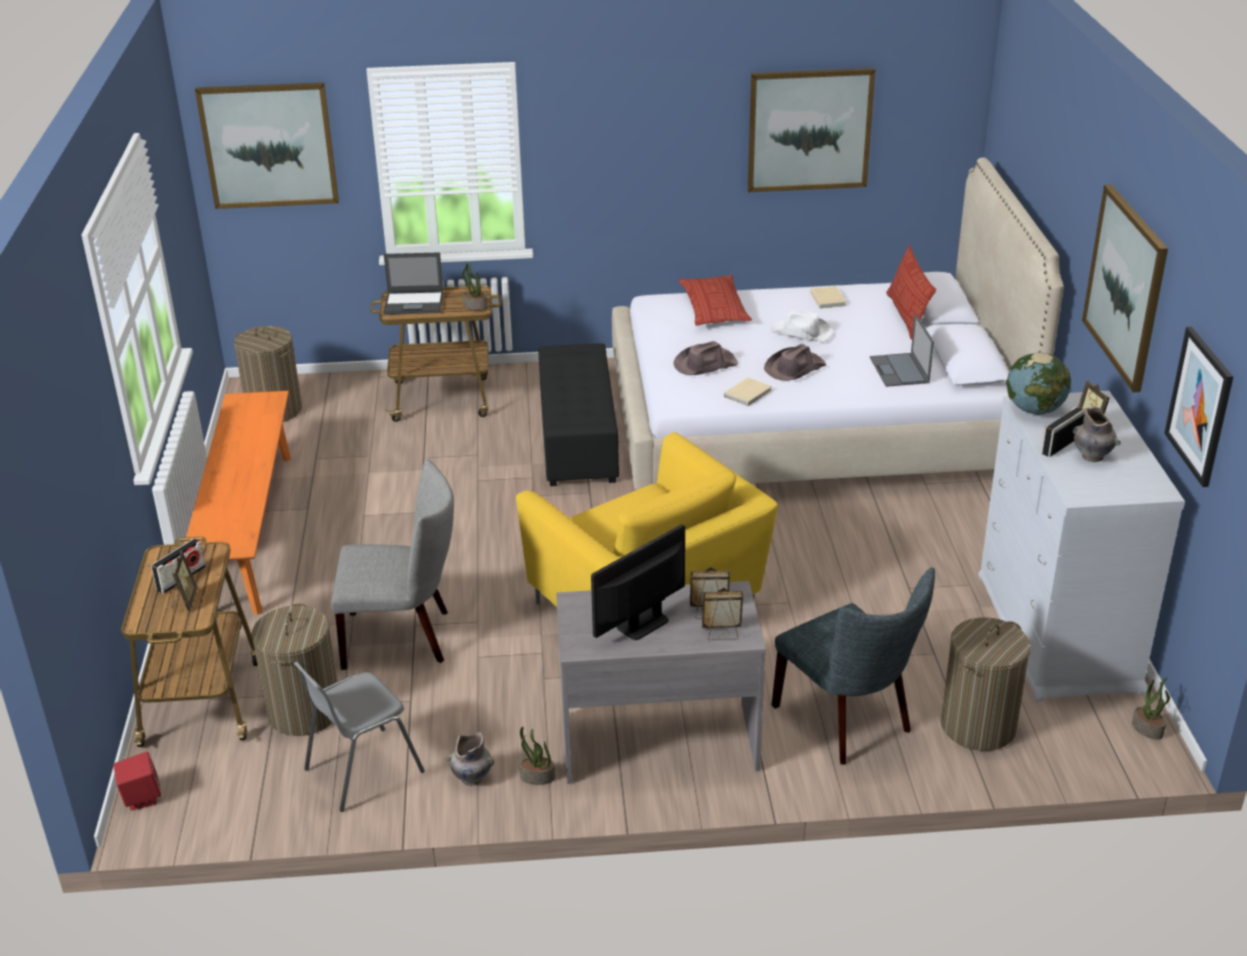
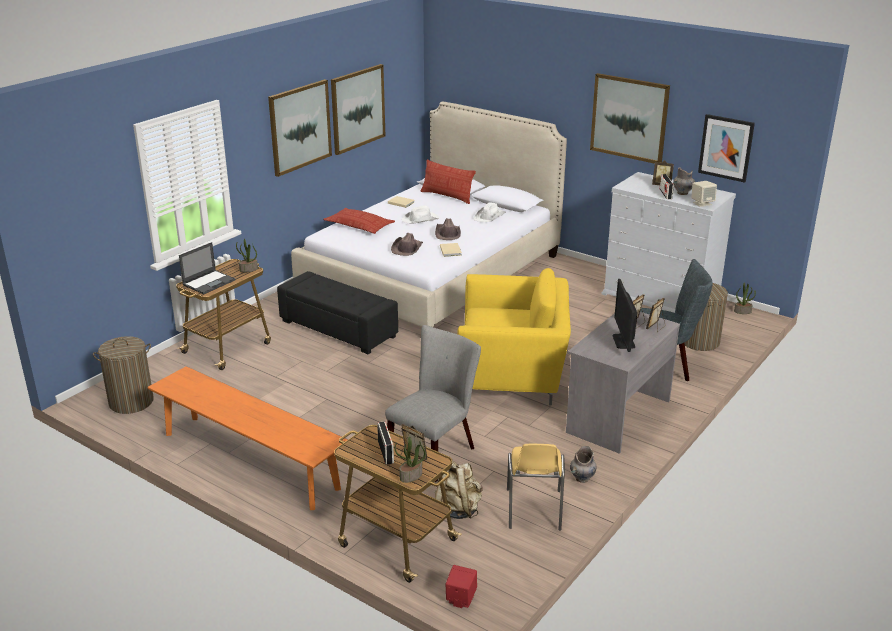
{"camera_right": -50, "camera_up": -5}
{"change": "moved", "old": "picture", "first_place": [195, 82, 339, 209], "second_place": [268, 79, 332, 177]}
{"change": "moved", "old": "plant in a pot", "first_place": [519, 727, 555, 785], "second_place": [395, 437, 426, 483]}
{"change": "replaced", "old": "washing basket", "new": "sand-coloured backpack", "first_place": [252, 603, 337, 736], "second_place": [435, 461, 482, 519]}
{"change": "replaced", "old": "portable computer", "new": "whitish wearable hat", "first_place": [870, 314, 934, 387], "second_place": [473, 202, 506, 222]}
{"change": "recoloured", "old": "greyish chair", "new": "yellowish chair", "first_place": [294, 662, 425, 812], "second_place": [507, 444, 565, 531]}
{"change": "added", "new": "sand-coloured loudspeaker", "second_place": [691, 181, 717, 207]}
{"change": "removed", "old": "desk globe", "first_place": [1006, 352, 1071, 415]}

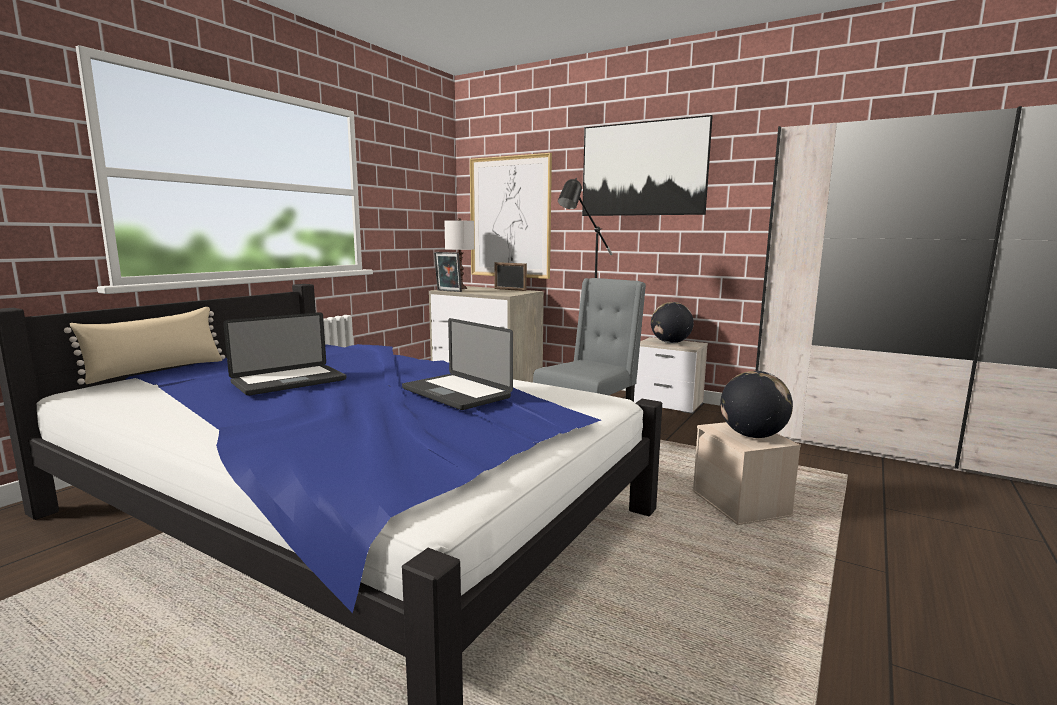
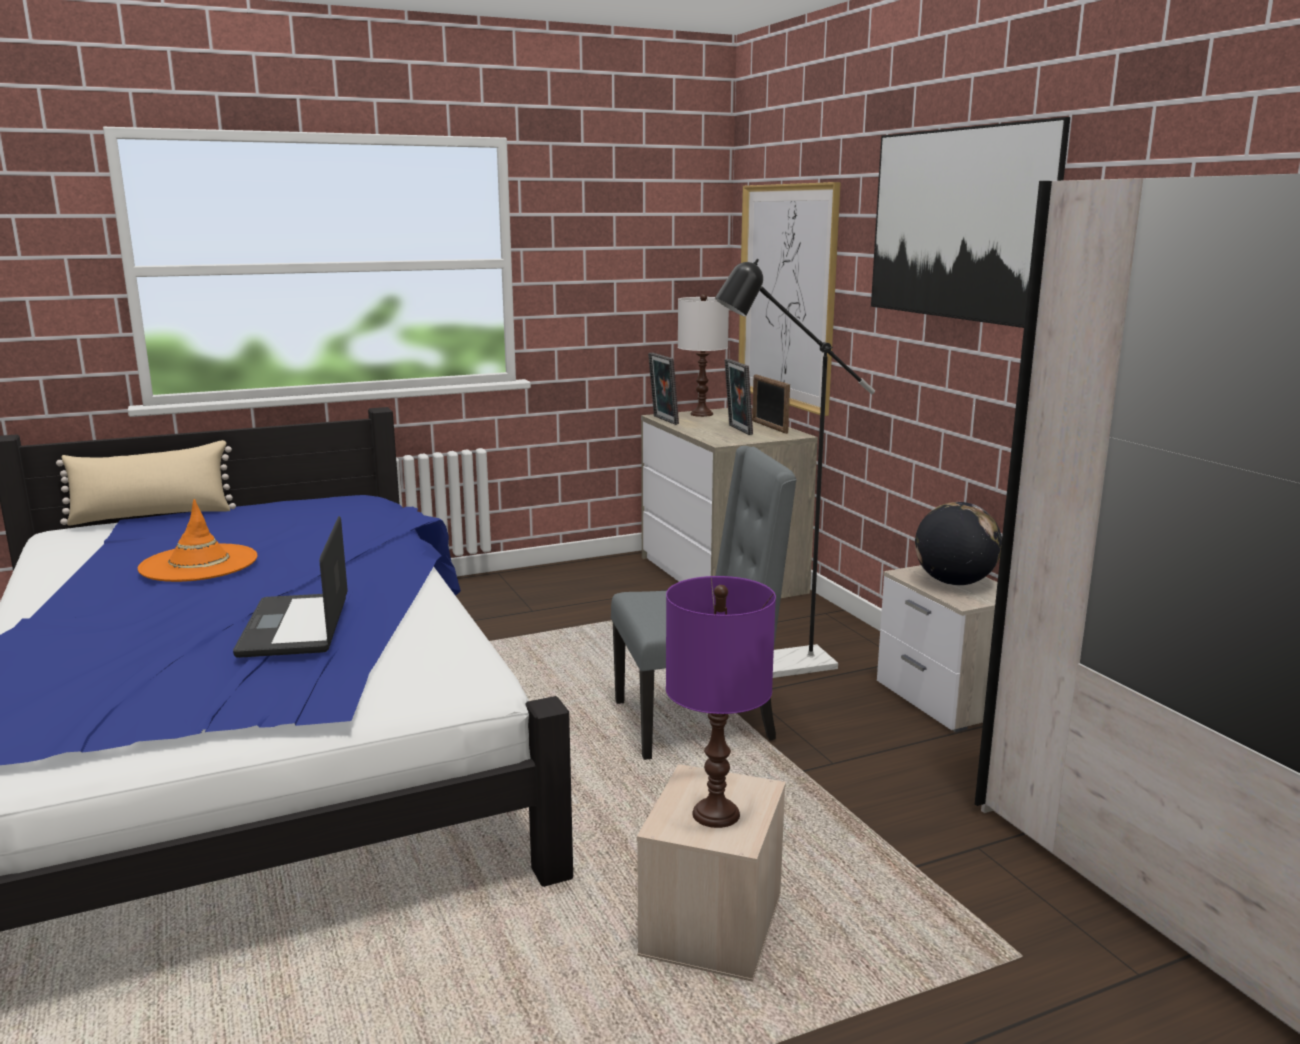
{"camera_right": 35, "camera_up": 5}
{"change": "replaced", "old": "portable computer", "new": "orange wearable hat", "first_place": [223, 312, 346, 396], "second_place": [138, 499, 257, 582]}
{"change": "replaced", "old": "desk globe", "new": "purple table lamp", "first_place": [720, 371, 793, 438], "second_place": [666, 576, 776, 828]}
{"change": "added", "new": "picture frame", "second_place": [725, 359, 753, 435]}

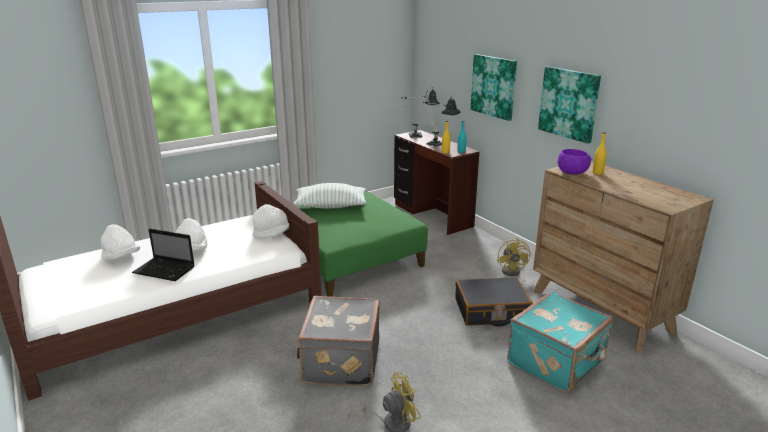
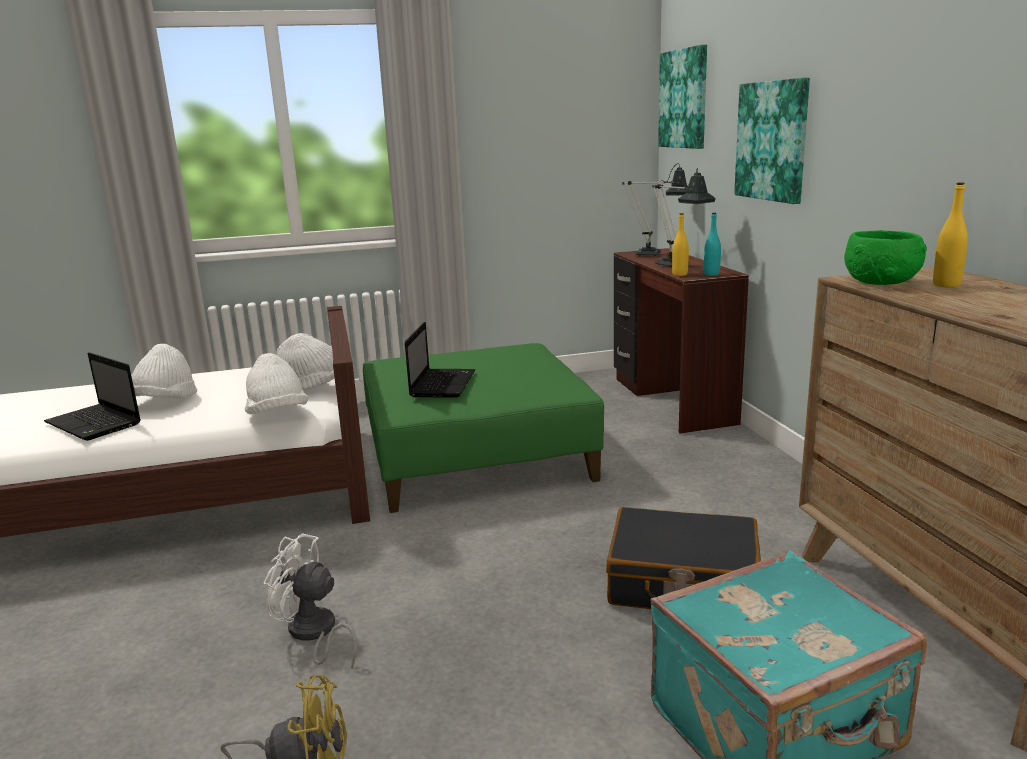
{"camera_right": 20, "camera_up": -5}
{"change": "moved", "old": "whitish wearable hat", "first_place": [101, 224, 140, 260], "second_place": [245, 353, 309, 414]}
{"change": "replaced", "old": "greyish suitcase", "new": "whitish fan", "first_place": [297, 296, 380, 387], "second_place": [264, 534, 358, 668]}
{"change": "added", "new": "portable computer", "second_place": [405, 322, 475, 398]}
{"change": "moved", "old": "picture", "first_place": [538, 67, 601, 144], "second_place": [658, 45, 707, 149]}
{"change": "recoloured", "old": "purple deep dish", "new": "greenish deep dish", "first_place": [558, 149, 592, 175], "second_place": [844, 230, 927, 285]}
{"change": "removed", "old": "throw pillow", "first_place": [293, 183, 366, 208]}
{"change": "removed", "old": "yellowish fan", "first_place": [497, 238, 530, 276]}

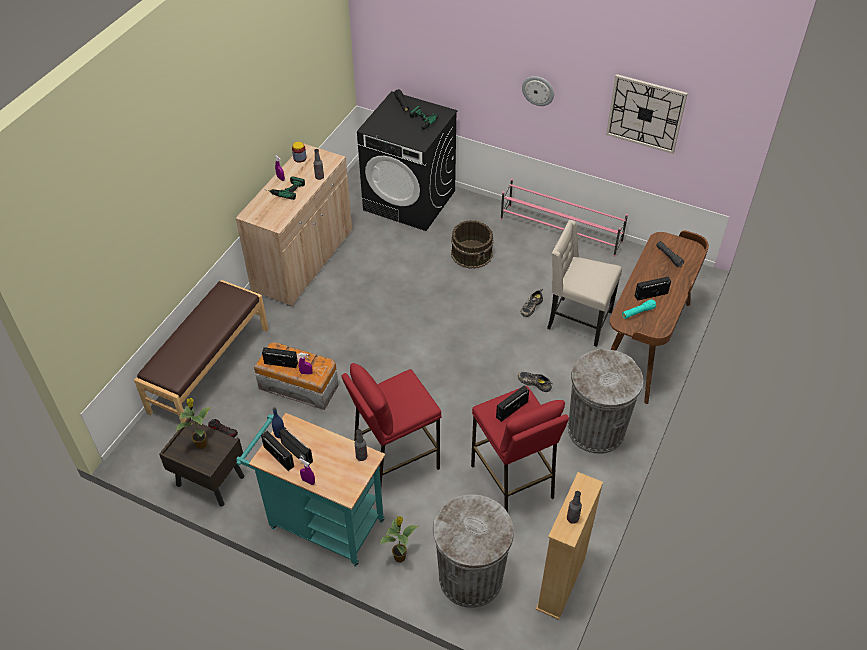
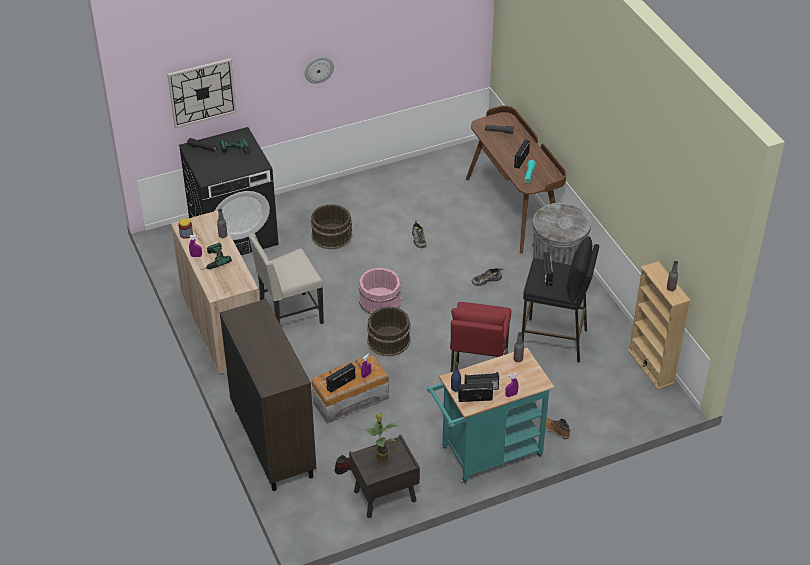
{"camera_right": -50, "camera_up": -5}
{"change": "moved", "old": "hanging clock", "first_place": [606, 74, 688, 154], "second_place": [167, 58, 237, 128]}
{"change": "replaced", "old": "brown-coloured long seat", "new": "brown-coloured cupboard", "first_place": [134, 280, 269, 423], "second_place": [220, 299, 316, 491]}
{"change": "moved", "old": "sand-coloured chair", "first_place": [547, 220, 622, 347], "second_place": [248, 233, 324, 324]}
{"change": "added", "new": "pink-coloured pail", "second_place": [358, 268, 401, 314]}
{"change": "added", "new": "brown-coloured pail", "second_place": [367, 306, 411, 356]}
{"change": "recoloured", "old": "reddish stool seat", "new": "black-coloured stool seat", "first_place": [471, 386, 569, 512], "second_place": [522, 236, 599, 363]}
{"change": "replaced", "old": "plant in a pot", "new": "boot", "first_place": [379, 516, 418, 563], "second_place": [545, 418, 570, 439]}
{"change": "removed", "old": "greyish trash can", "first_place": [433, 495, 514, 608]}
{"change": "removed", "old": "pink-coloured shoe shelf", "first_place": [500, 179, 628, 257]}

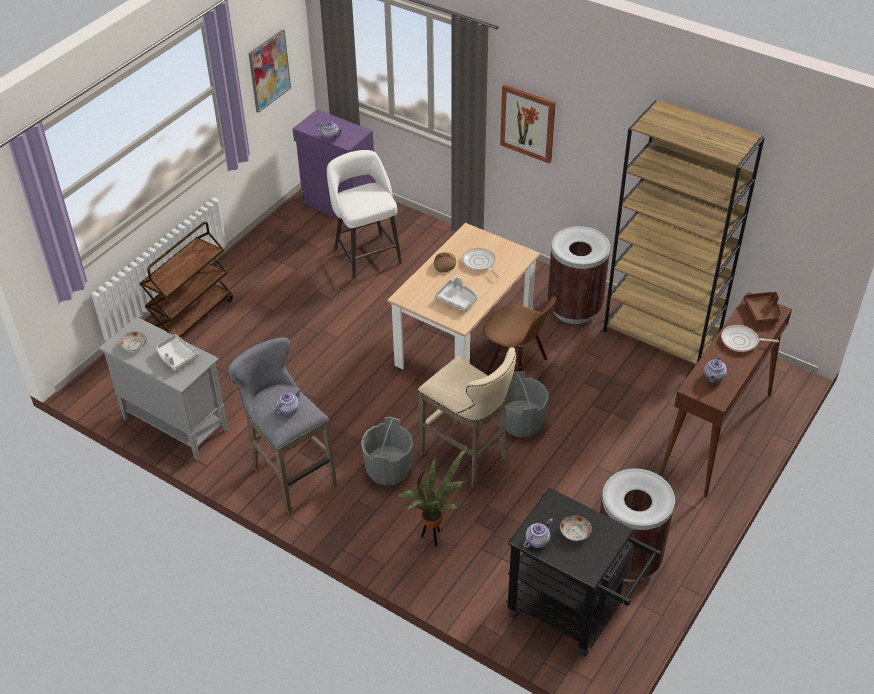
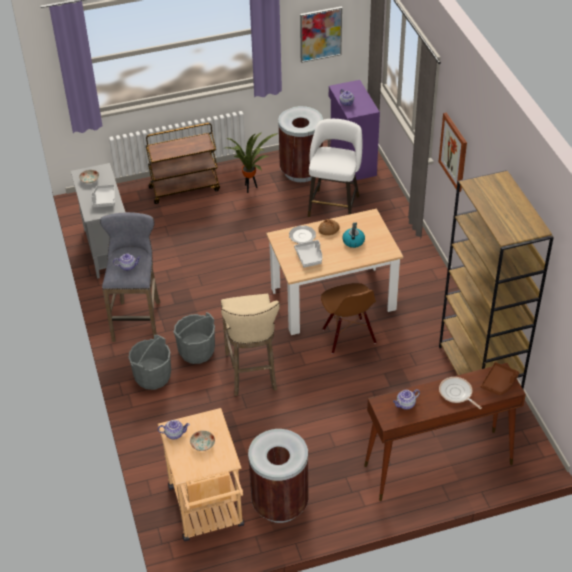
{"camera_right": 40, "camera_up": 0}
{"change": "moved", "old": "greyish pail", "first_place": [506, 371, 549, 437], "second_place": [128, 335, 171, 390]}
{"change": "recoloured", "old": "black-coloured trolley", "new": "sand-coloured trolley", "first_place": [506, 488, 662, 657], "second_place": [158, 408, 244, 541]}
{"change": "moved", "old": "plant in a pot", "first_place": [398, 447, 467, 547], "second_place": [225, 132, 278, 193]}
{"change": "moved", "old": "brown-coloured trash can", "first_place": [547, 226, 610, 324], "second_place": [278, 106, 323, 182]}
{"change": "added", "new": "plate", "second_place": [289, 226, 316, 244]}
{"change": "replaced", "old": "pan", "new": "kettle", "first_place": [462, 248, 499, 278], "second_place": [342, 222, 365, 248]}

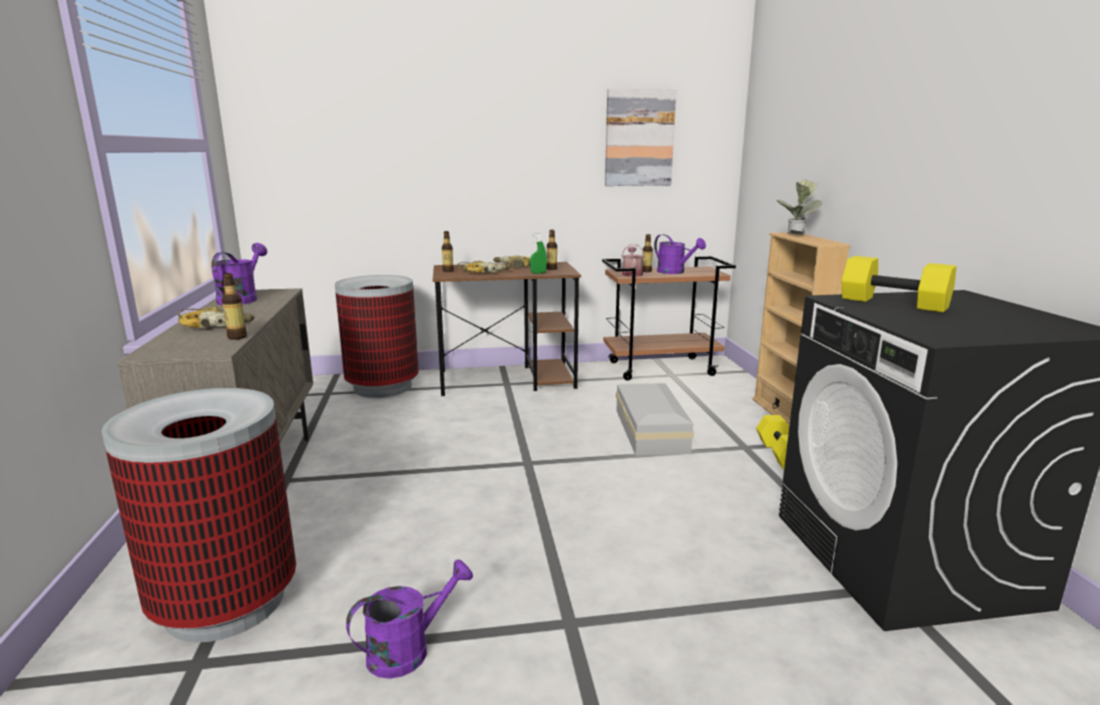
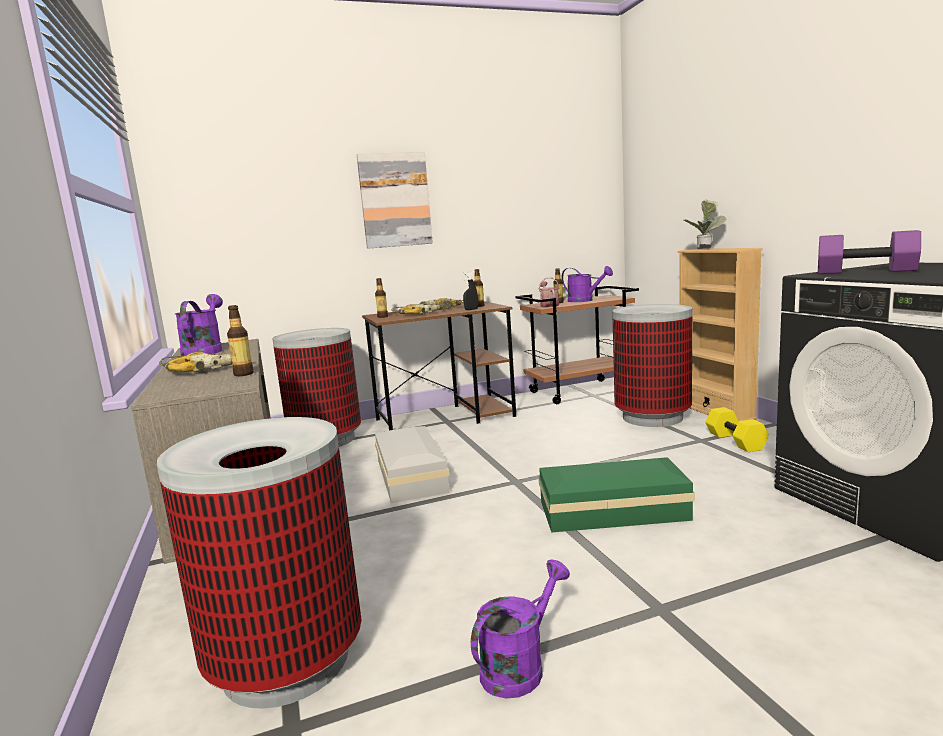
{"camera_right": -10, "camera_up": -5}
{"change": "moved", "old": "picture", "first_place": [605, 89, 676, 186], "second_place": [357, 152, 433, 249]}
{"change": "moved", "old": "whitish storage bin", "first_place": [616, 383, 694, 456], "second_place": [375, 426, 449, 503]}
{"change": "recoloured", "old": "greenish spray bottle", "new": "black-coloured spray bottle", "first_place": [530, 233, 547, 274], "second_place": [463, 272, 478, 310]}
{"change": "added", "new": "greenish storage bin", "second_place": [538, 457, 695, 533]}
{"change": "added", "new": "trash can", "second_place": [612, 304, 692, 427]}
{"change": "recoloured", "old": "yellowish dumbbell", "new": "purple dumbbell", "first_place": [842, 256, 957, 312], "second_place": [818, 230, 921, 274]}

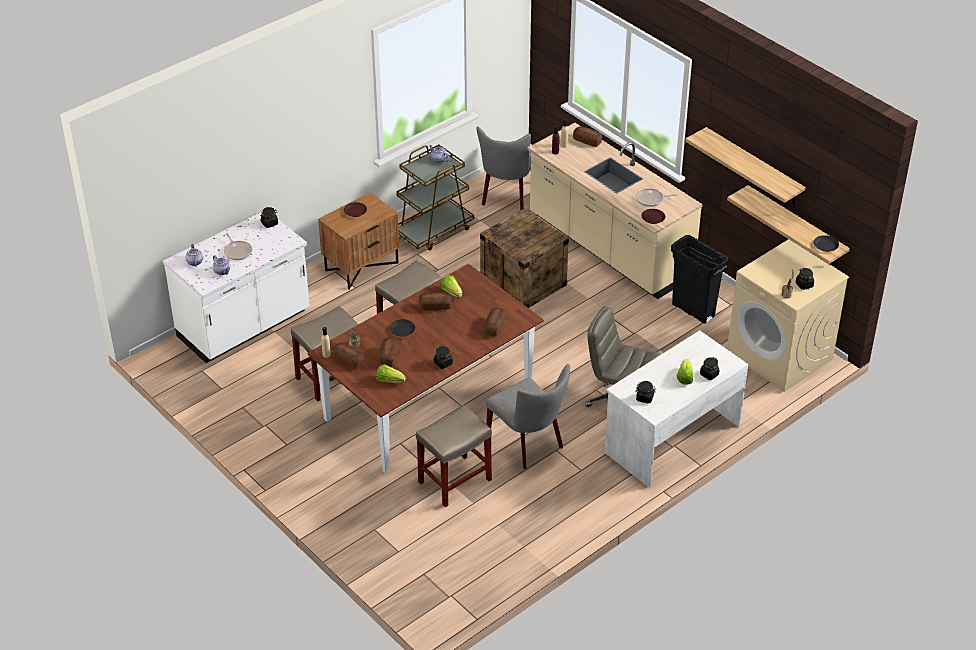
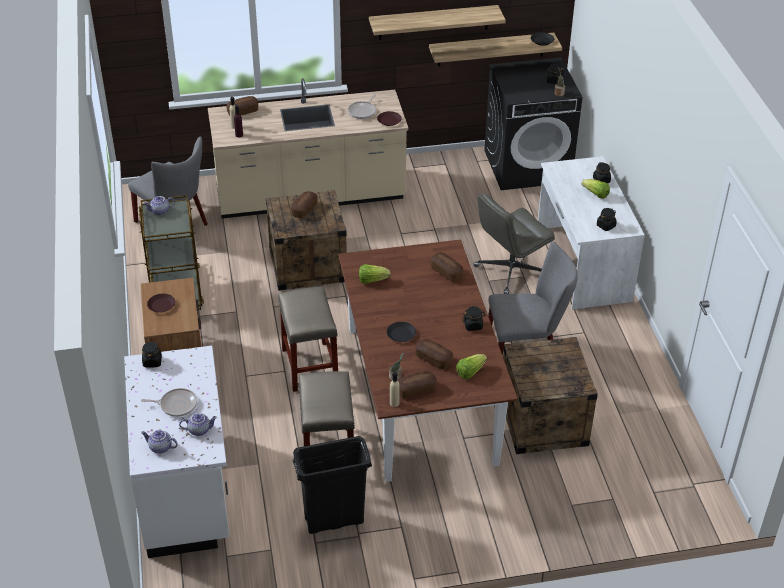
{"camera_right": -60, "camera_up": 0}
{"change": "moved", "old": "baked bread", "first_place": [419, 292, 452, 310], "second_place": [291, 191, 318, 219]}
{"change": "moved", "old": "black-coloured trash can", "first_place": [671, 235, 728, 324], "second_place": [292, 436, 372, 534]}
{"change": "recoloured", "old": "sand-coloured laundry appliance", "new": "black-coloured laundry appliance", "first_place": [727, 239, 849, 392], "second_place": [484, 57, 582, 190]}
{"change": "replaced", "old": "sand-coloured stool seat", "new": "packing crate", "first_place": [416, 405, 492, 507], "second_place": [503, 337, 598, 454]}

